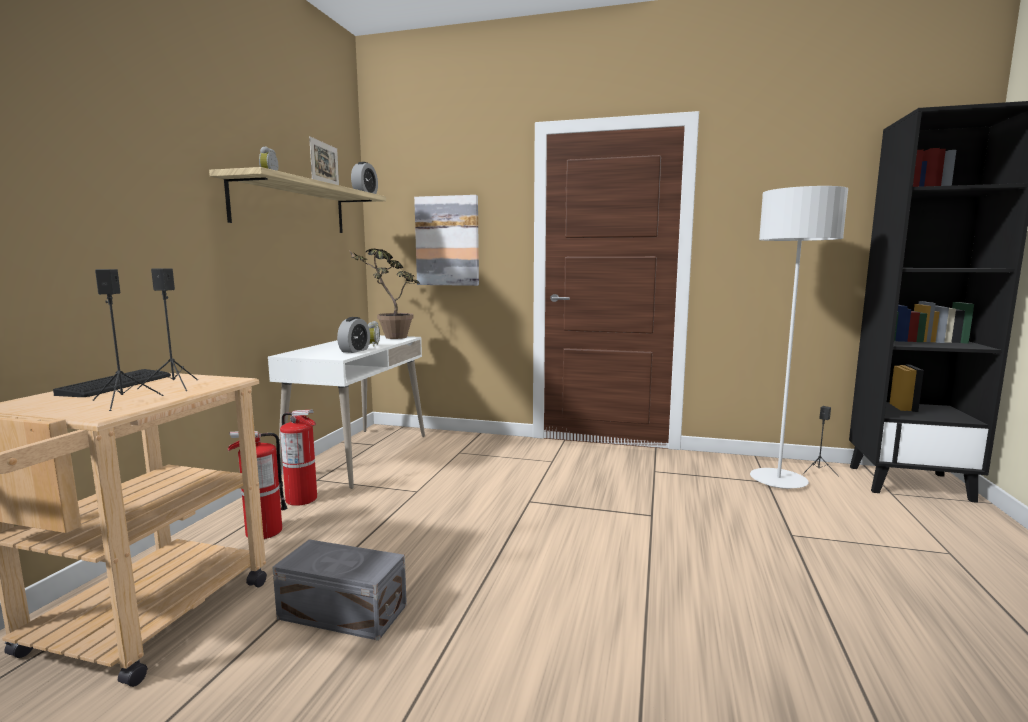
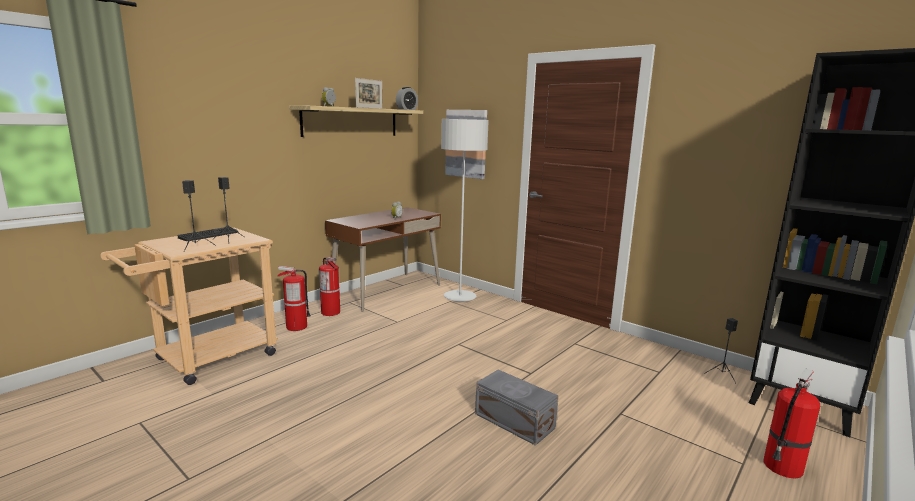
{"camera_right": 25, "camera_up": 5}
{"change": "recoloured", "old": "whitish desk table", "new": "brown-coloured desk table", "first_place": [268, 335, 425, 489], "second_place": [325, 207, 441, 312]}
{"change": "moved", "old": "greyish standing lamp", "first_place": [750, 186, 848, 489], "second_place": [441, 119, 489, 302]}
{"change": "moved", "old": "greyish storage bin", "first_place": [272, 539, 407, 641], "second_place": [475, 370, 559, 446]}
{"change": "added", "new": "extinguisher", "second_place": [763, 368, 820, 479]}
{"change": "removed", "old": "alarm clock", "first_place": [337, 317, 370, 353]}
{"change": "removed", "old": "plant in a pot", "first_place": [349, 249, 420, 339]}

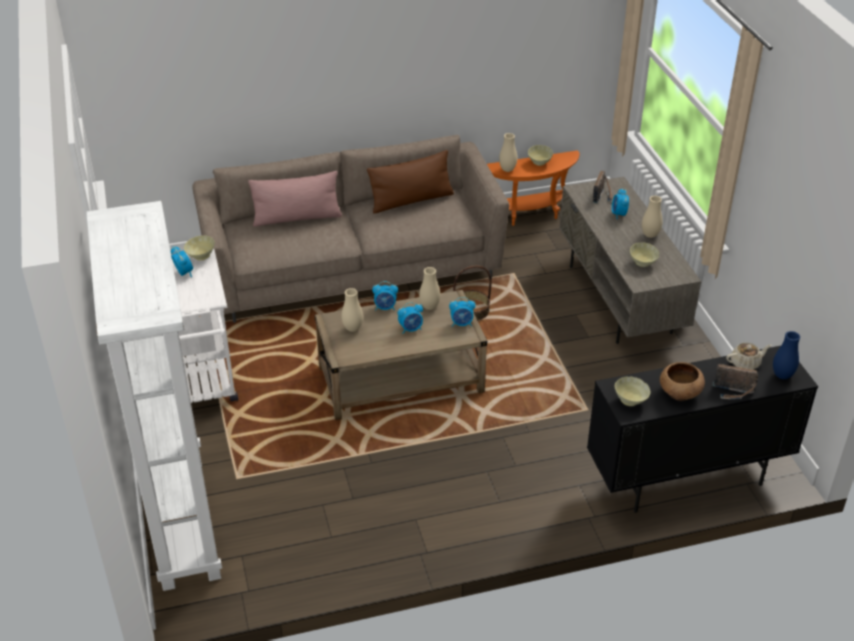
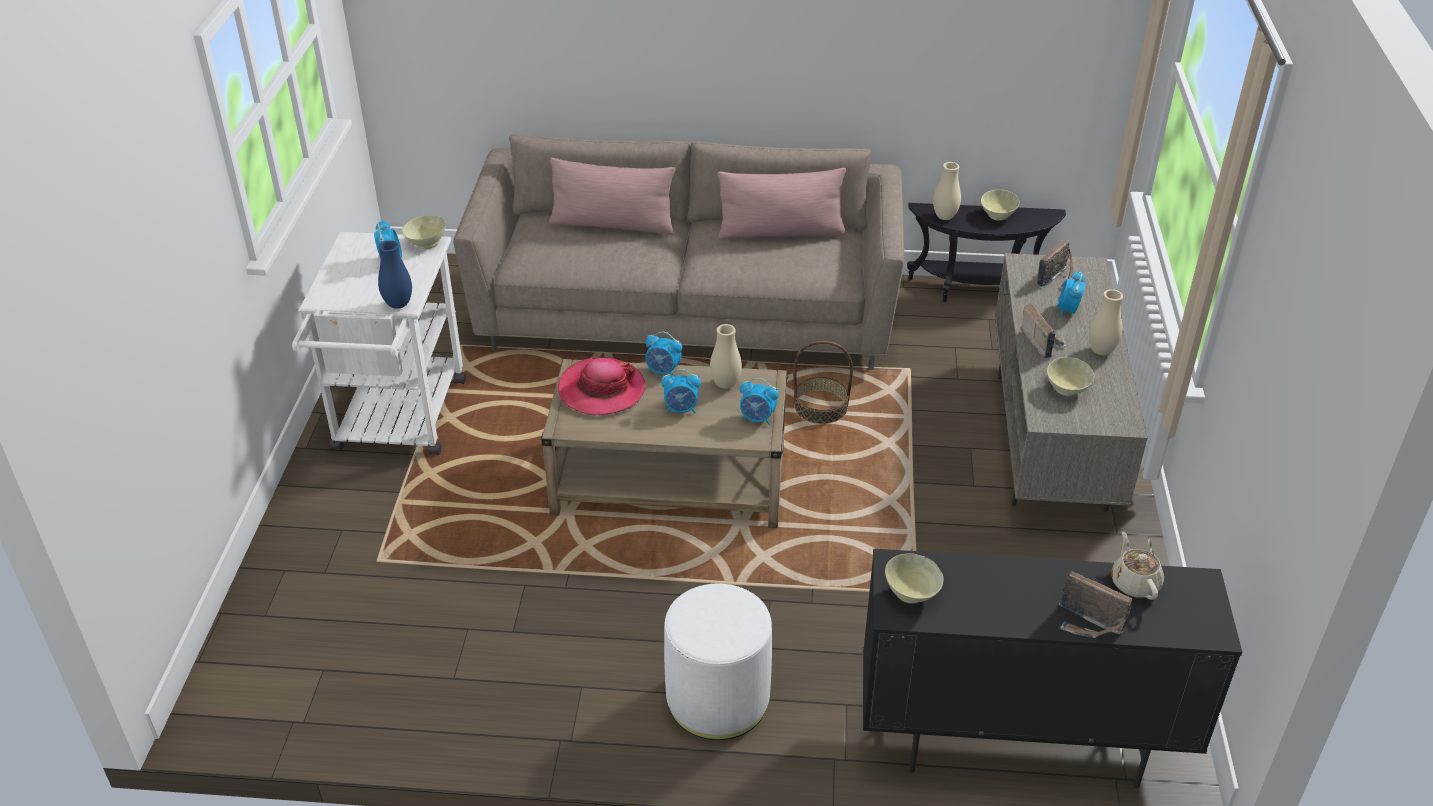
{"camera_right": 20, "camera_up": 0}
{"change": "moved", "old": "bluish vase", "first_place": [773, 331, 800, 379], "second_place": [378, 240, 412, 309]}
{"change": "replaced", "old": "sand-coloured vase", "new": "wearable hat", "first_place": [341, 288, 363, 332], "second_place": [558, 357, 646, 415]}
{"change": "added", "new": "whitish ottoman", "second_place": [664, 584, 772, 740]}
{"change": "recoloured", "old": "brown-coloured throw pillow", "new": "pink-coloured throw pillow", "first_place": [367, 150, 454, 213], "second_place": [717, 168, 846, 239]}
{"change": "recoloured", "old": "orange end table", "new": "black-coloured end table", "first_place": [487, 150, 580, 226], "second_place": [907, 203, 1066, 302]}
{"change": "added", "new": "radio set", "second_place": [1021, 303, 1067, 359]}
{"change": "turned", "old": "sand-coloured tea pot", "first_place": [726, 343, 772, 370], "second_place": [1111, 532, 1164, 600], "degrees": -105}
{"change": "removed", "old": "whitish bookshelf", "first_place": [86, 201, 222, 591]}
{"change": "removed", "old": "brown-coloured deep dish", "first_place": [660, 362, 705, 401]}

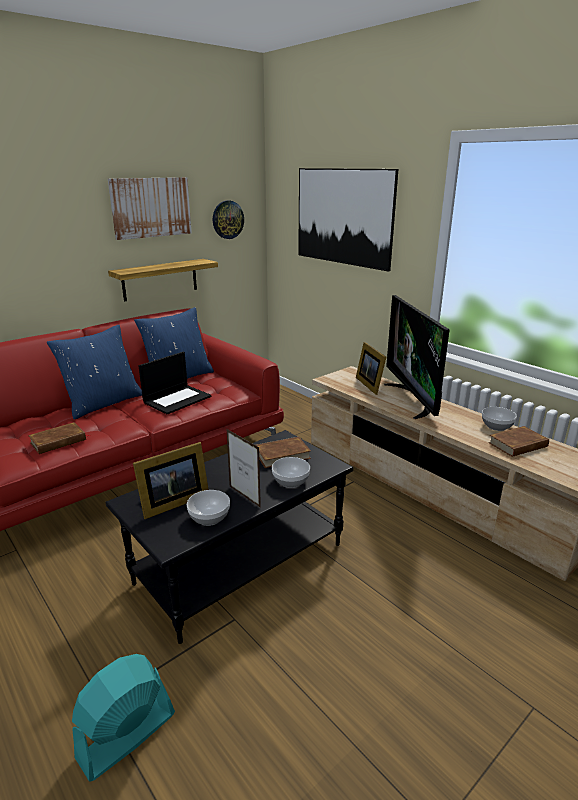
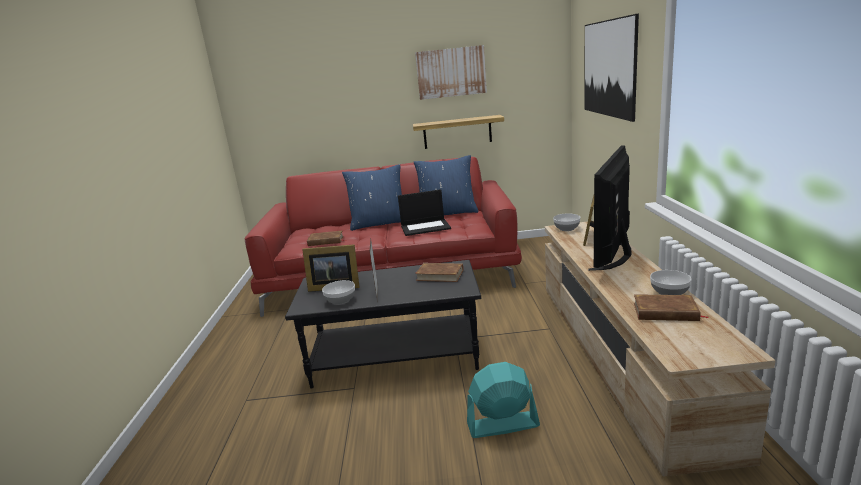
{"camera_right": 40, "camera_up": -5}
{"change": "moved", "old": "turquoise fan", "first_place": [72, 654, 175, 782], "second_place": [467, 362, 540, 438]}
{"change": "moved", "old": "deep dish", "first_place": [272, 457, 310, 488], "second_place": [553, 213, 580, 231]}
{"change": "removed", "old": "hanging clock", "first_place": [213, 200, 244, 239]}

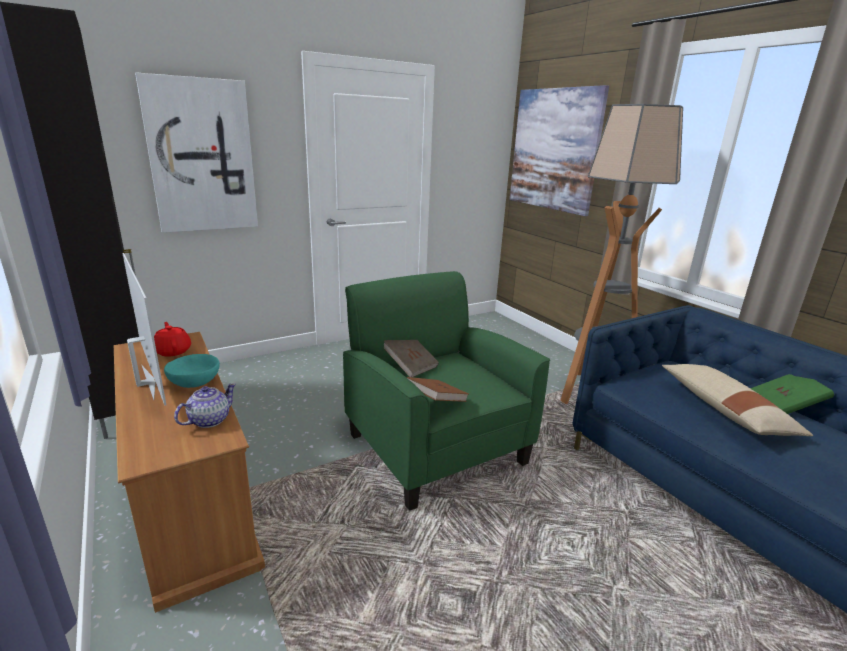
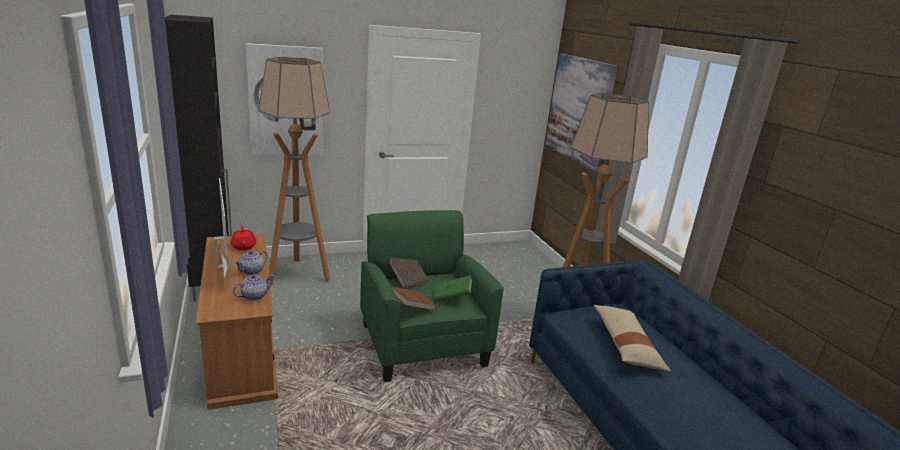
{"camera_right": 10, "camera_up": 0}
{"change": "replaced", "old": "turquoise deep dish", "new": "tea pot", "first_place": [164, 354, 220, 388], "second_place": [234, 250, 268, 275]}
{"change": "added", "new": "standing lamp", "second_place": [258, 57, 330, 285]}
{"change": "moved", "old": "greenish volume", "first_place": [750, 374, 834, 414], "second_place": [433, 275, 472, 303]}

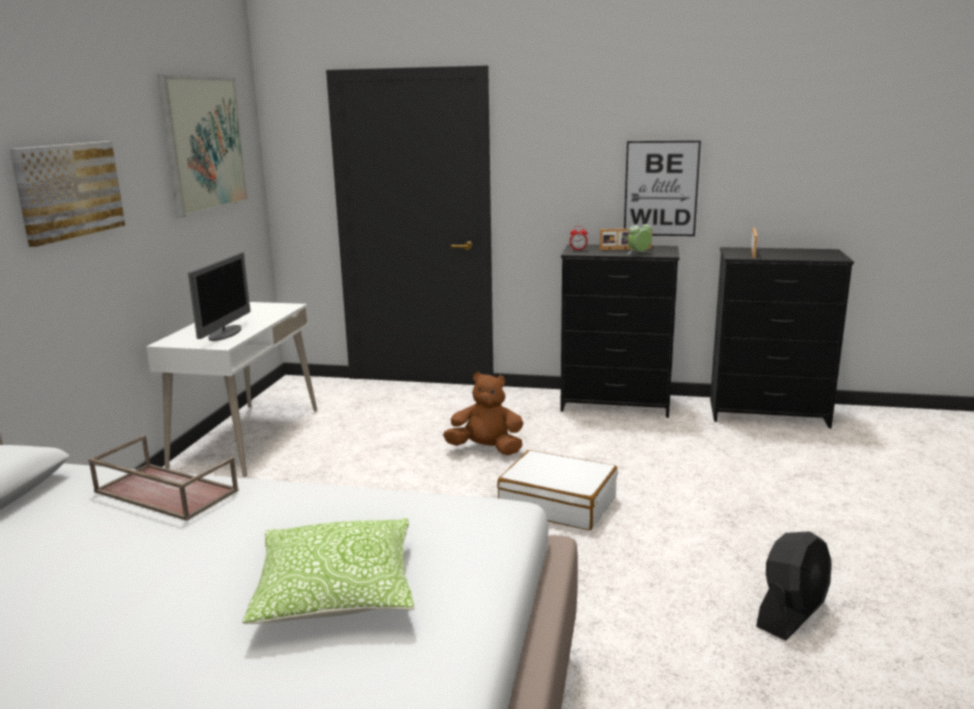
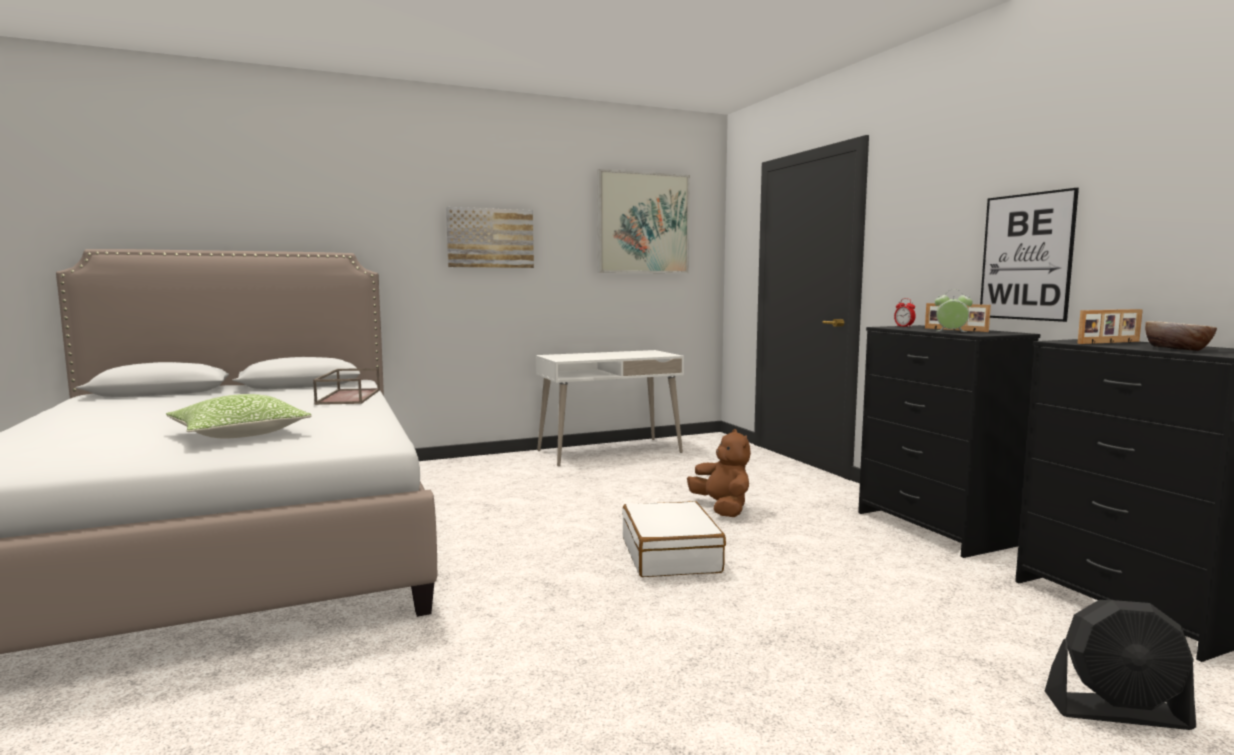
{"camera_right": 55, "camera_up": -10}
{"change": "moved", "old": "black-coloured fan", "first_place": [756, 531, 831, 641], "second_place": [1045, 600, 1196, 730]}
{"change": "added", "new": "deep dish", "second_place": [1145, 321, 1217, 351]}
{"change": "removed", "old": "monitor", "first_place": [188, 252, 250, 341]}

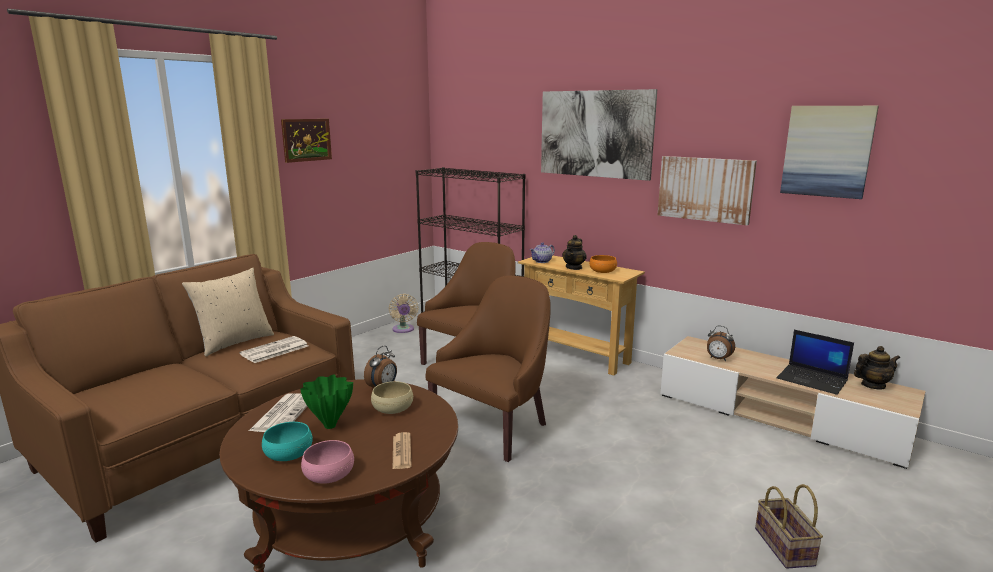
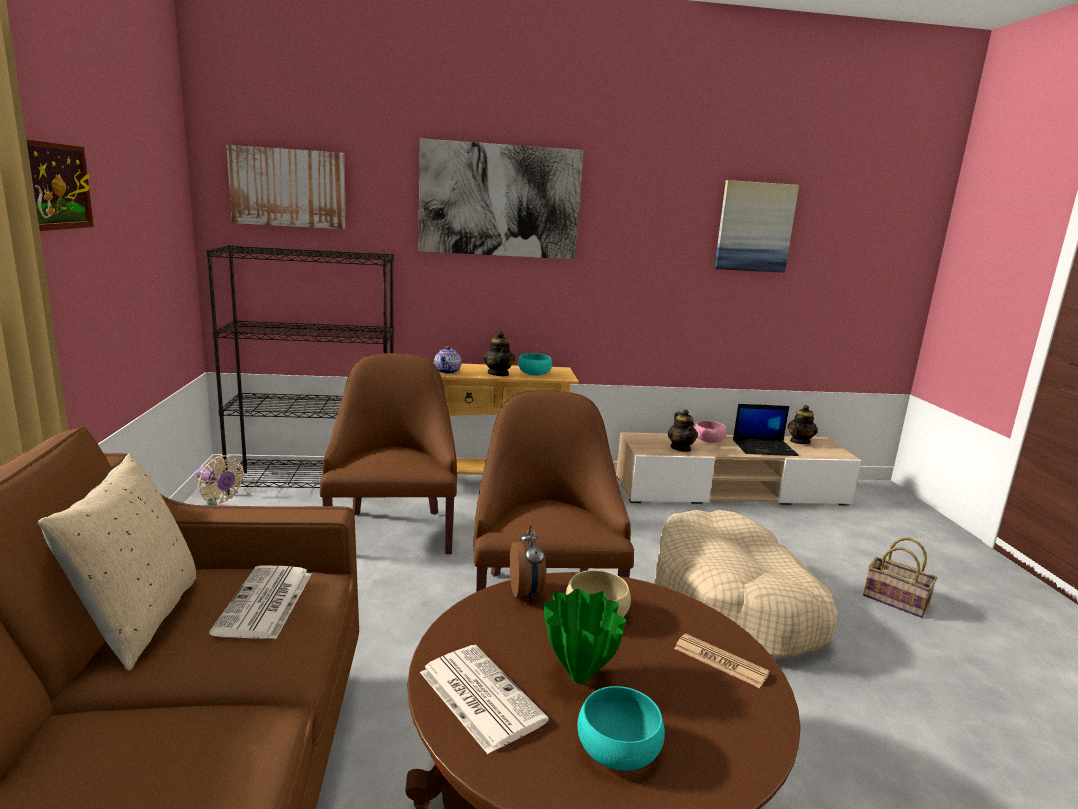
{"camera_right": -45, "camera_up": 0}
{"change": "moved", "old": "picture", "first_place": [658, 156, 757, 225], "second_place": [226, 145, 346, 229]}
{"change": "recoloured", "old": "orange deep dish", "new": "turquoise deep dish", "first_place": [589, 255, 617, 273], "second_place": [518, 353, 552, 375]}
{"change": "added", "new": "sand-coloured pet bed", "second_place": [654, 510, 838, 658]}
{"change": "replaced", "old": "alarm clock", "new": "tea pot", "first_place": [707, 326, 735, 361], "second_place": [668, 409, 698, 452]}
{"change": "moved", "old": "pink-coloured deep dish", "first_place": [301, 440, 354, 484], "second_place": [695, 421, 727, 443]}

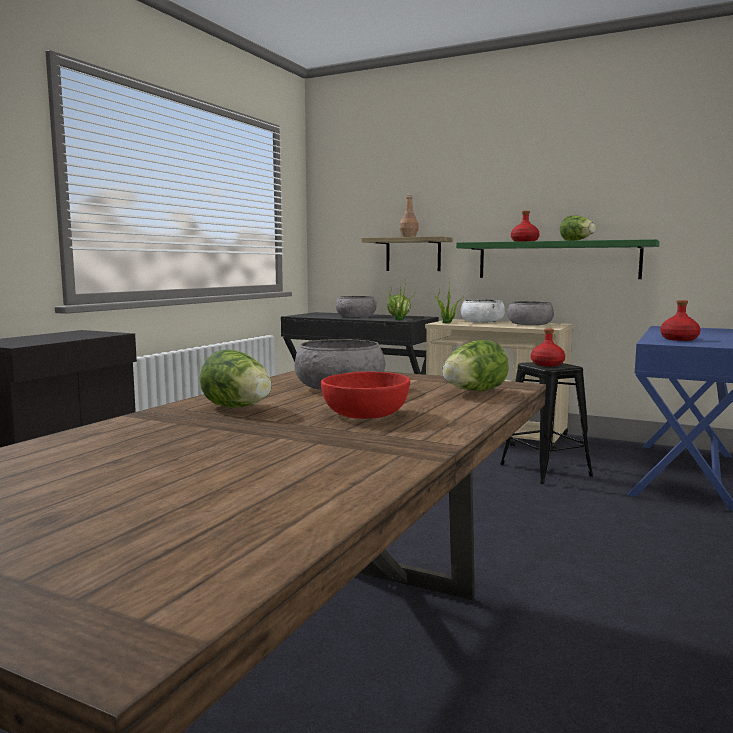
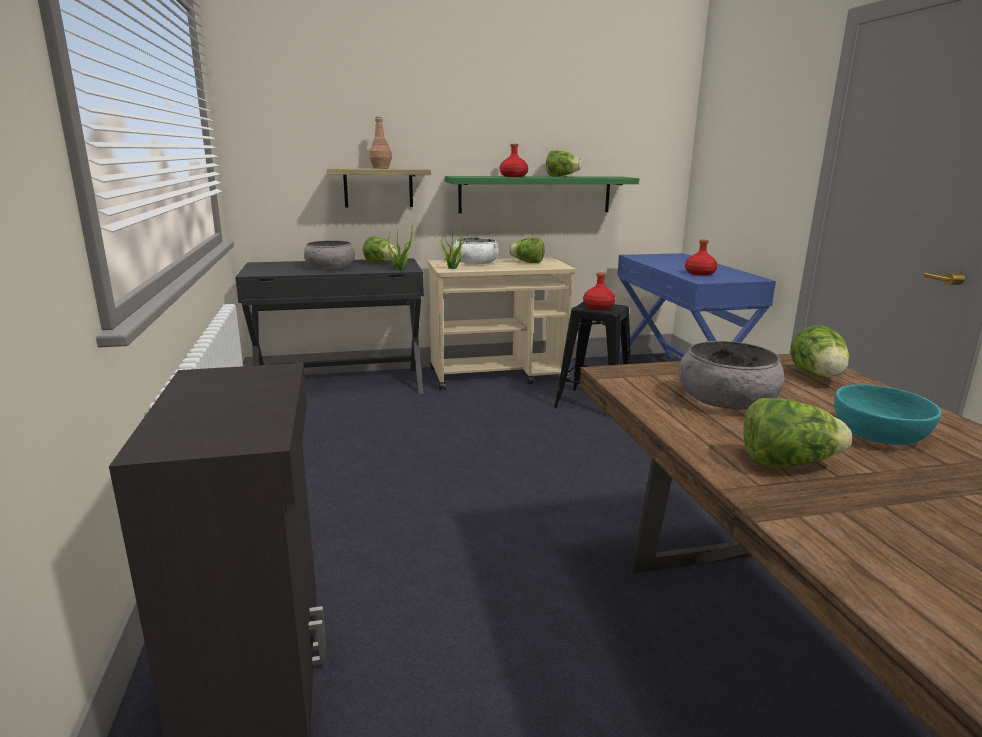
{"camera_right": -40, "camera_up": 10}
{"change": "replaced", "old": "greyish deep dish", "new": "head of lettuce", "first_place": [507, 301, 554, 325], "second_place": [509, 238, 545, 263]}
{"change": "recoloured", "old": "reddish deep dish", "new": "turquoise deep dish", "first_place": [321, 371, 410, 419], "second_place": [834, 384, 942, 445]}

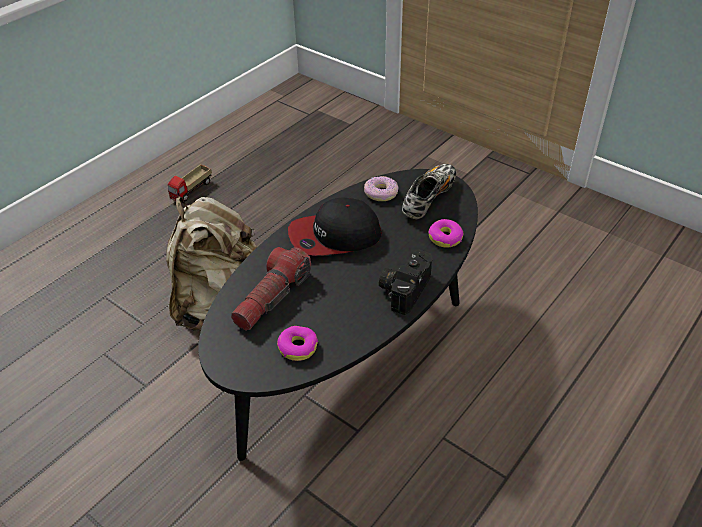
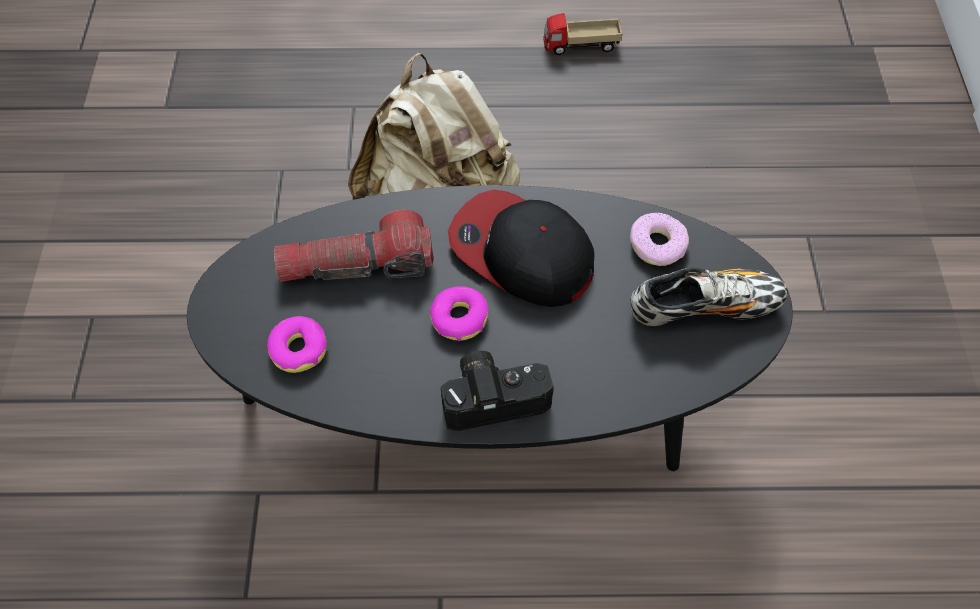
{"camera_right": 50, "camera_up": 15}
{"change": "moved", "old": "donut", "first_place": [428, 219, 463, 247], "second_place": [430, 286, 488, 341]}

